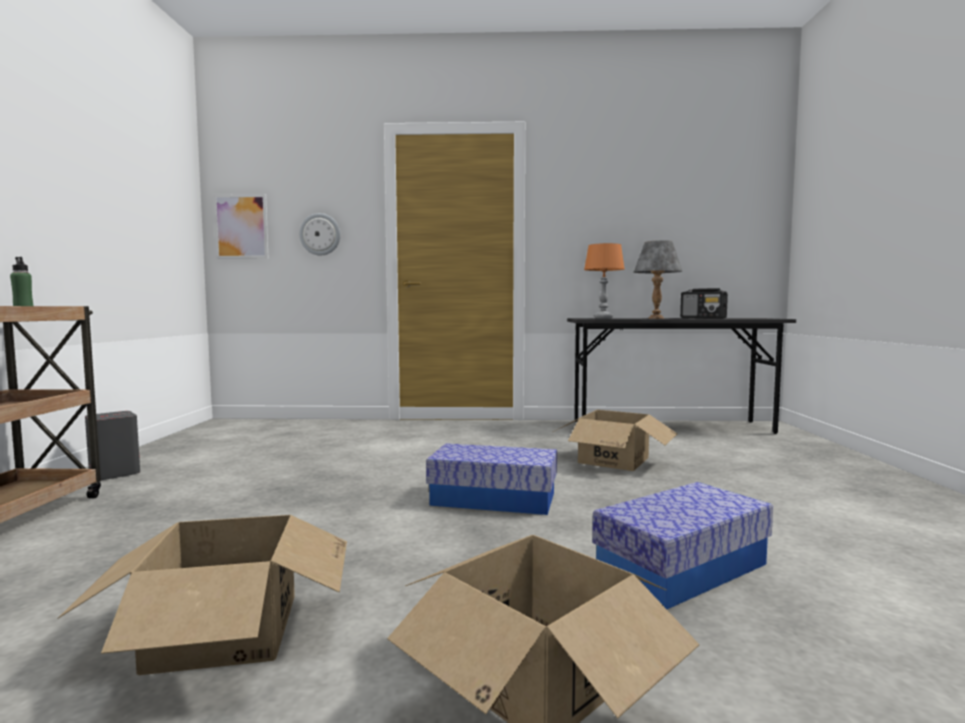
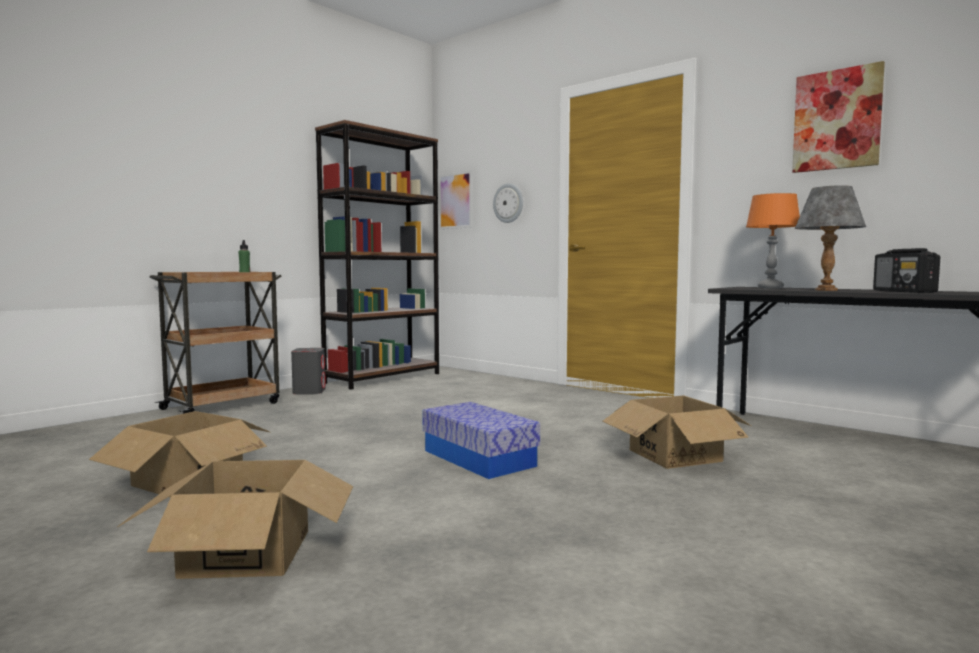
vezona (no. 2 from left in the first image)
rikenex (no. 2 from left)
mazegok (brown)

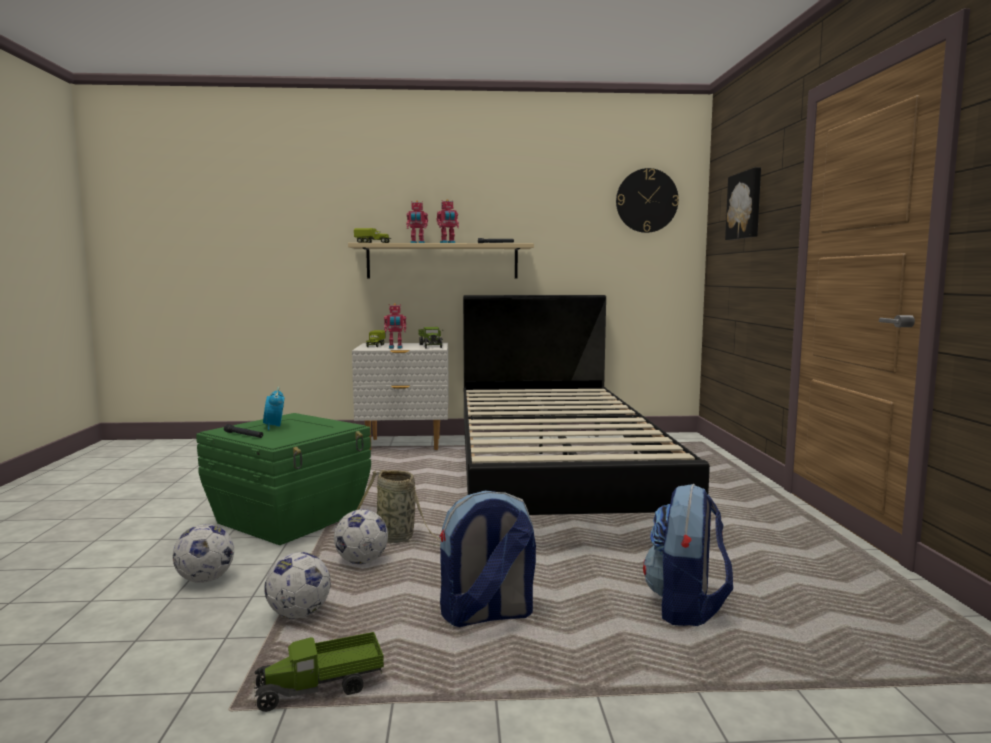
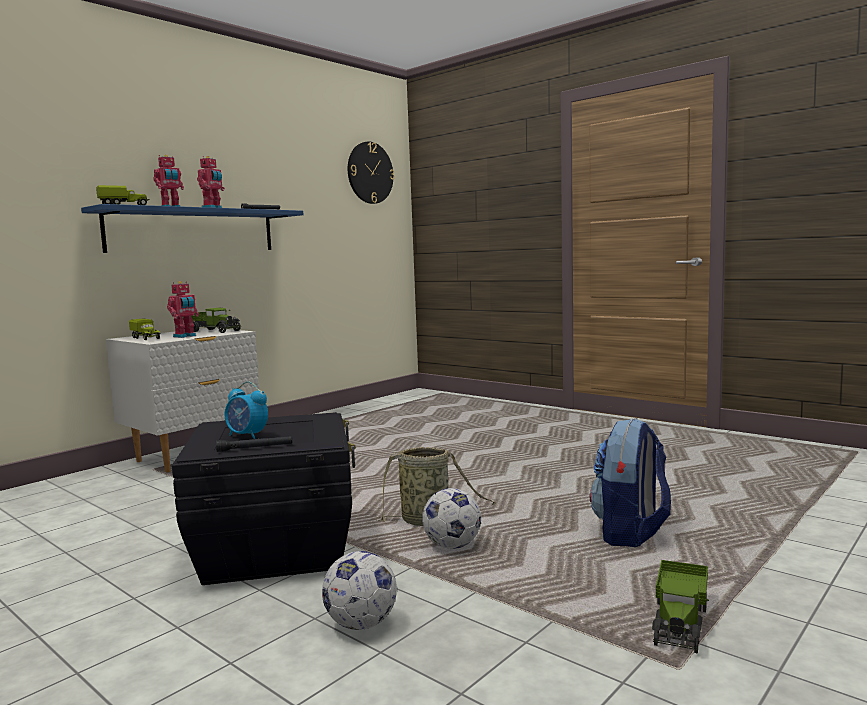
rikenex
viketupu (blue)
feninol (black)
vezona (black)
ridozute (no. 2 from left in the first image)
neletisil (no. 2 from left in the first image)

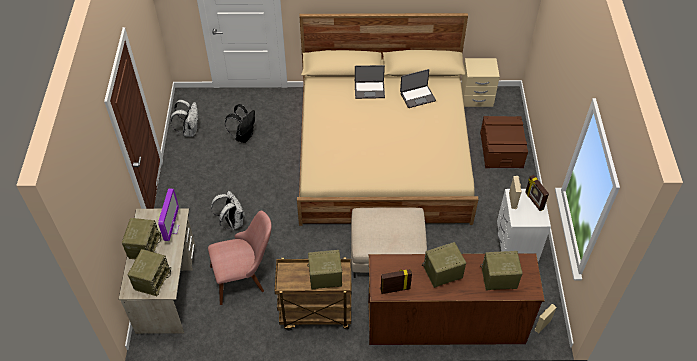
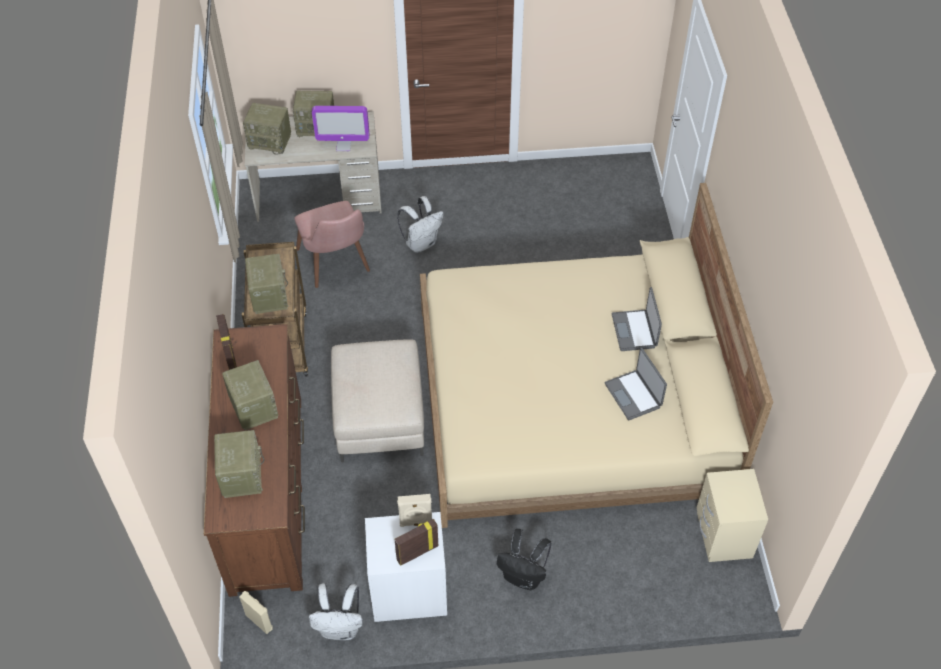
ridozute (white) (no. 1 from left)
ridozute (black)
vezona (brown)

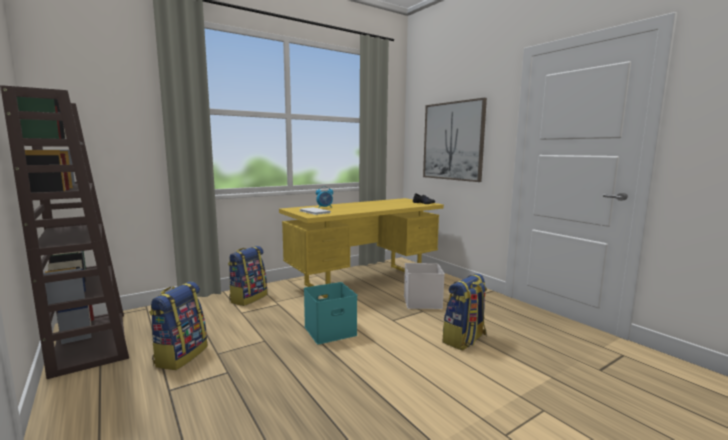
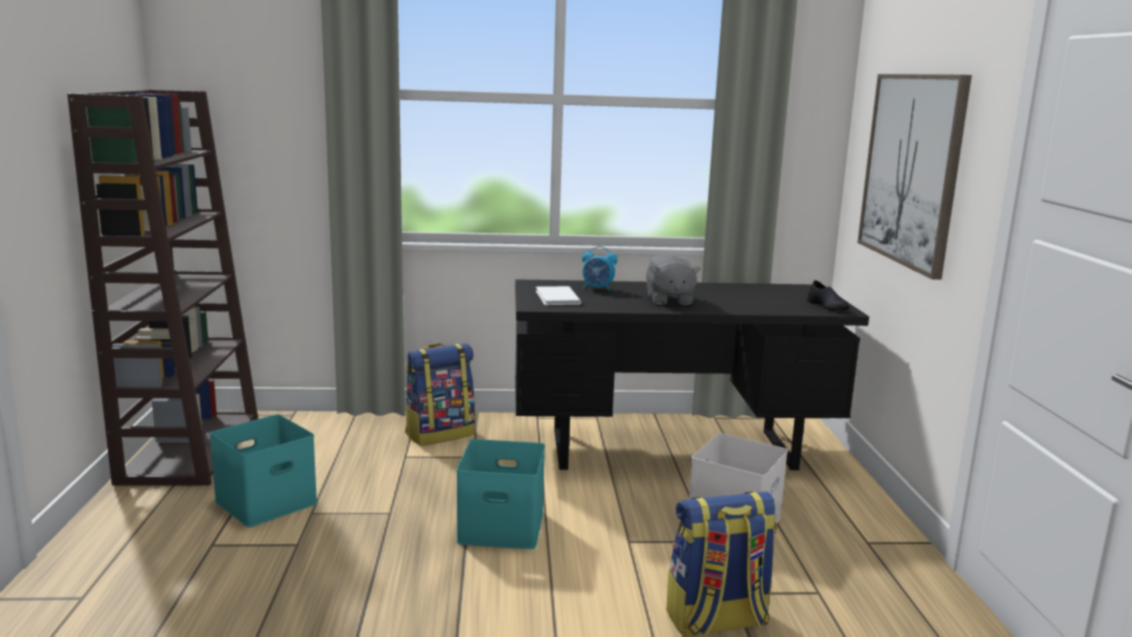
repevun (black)
vezona (turquoise) (no. 1 from left)
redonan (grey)

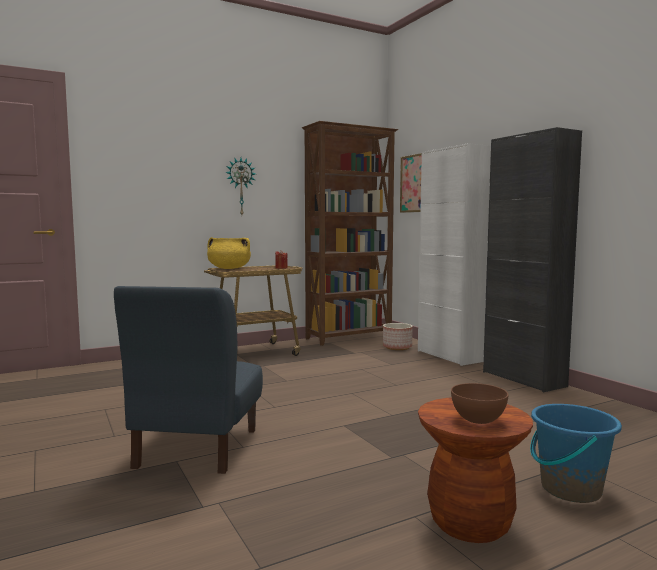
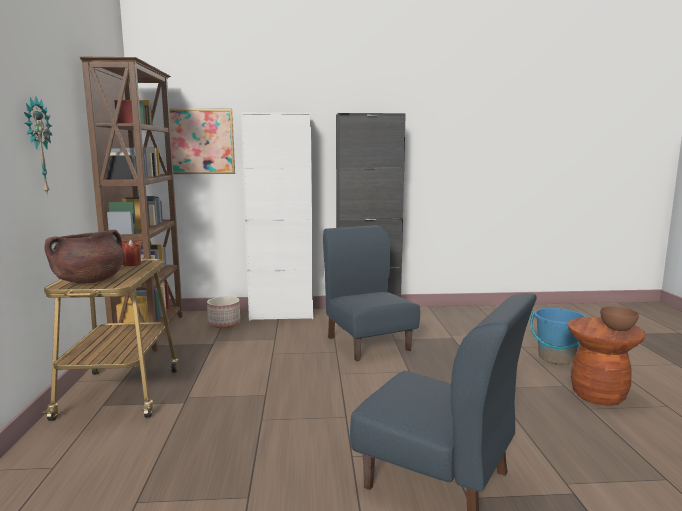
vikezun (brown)
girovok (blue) (no. 1 from left)

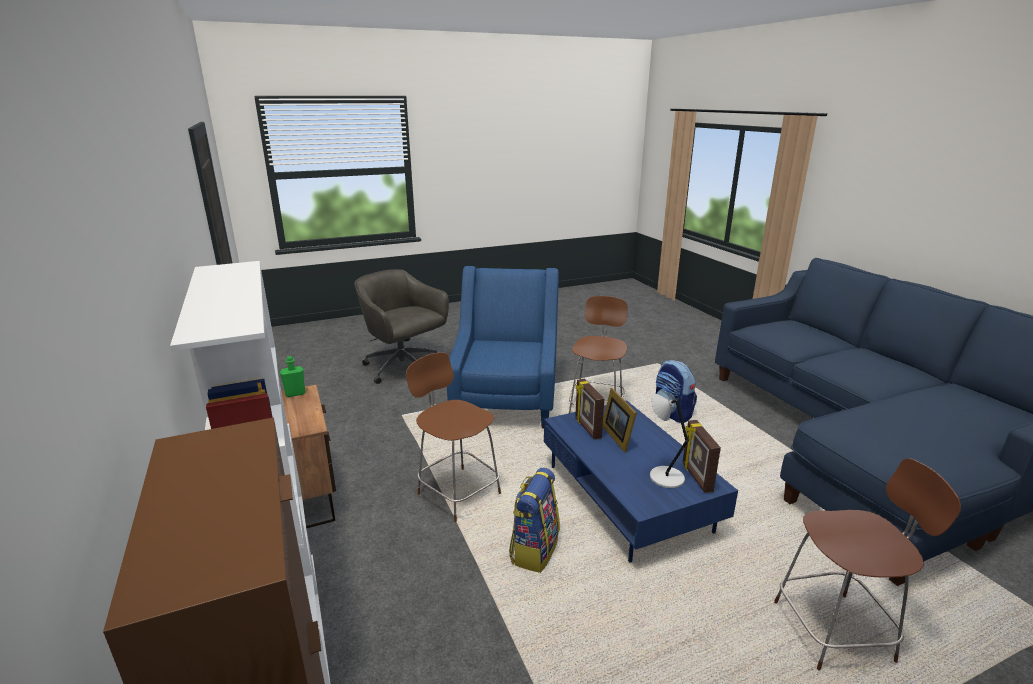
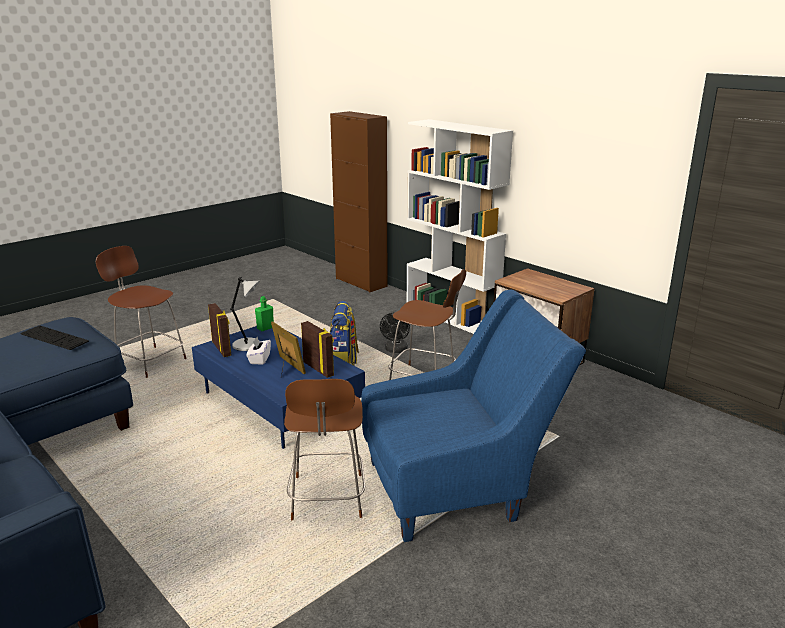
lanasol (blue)
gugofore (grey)
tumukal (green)
ridozute (no. 2 from left in the first image)
girovok (brown) (no. 1 from left)
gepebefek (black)
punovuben
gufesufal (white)

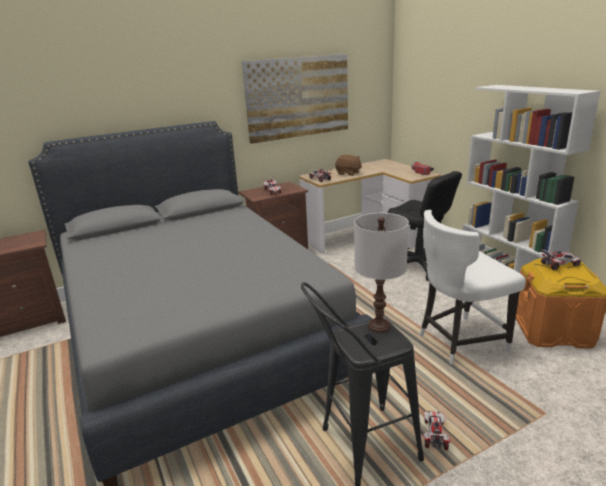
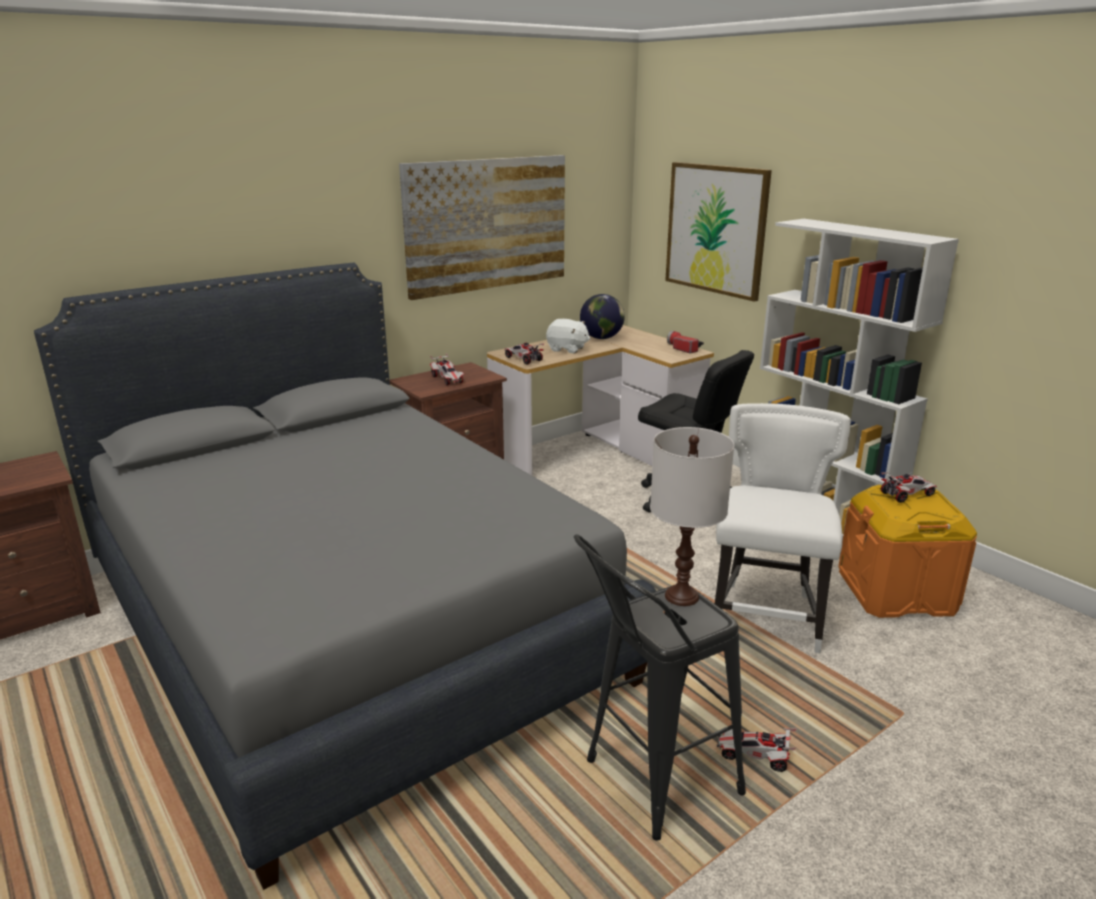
redonan (white)
girovok (white)
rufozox (no. 3 from left)
rikenex (no. 2 from left)
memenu

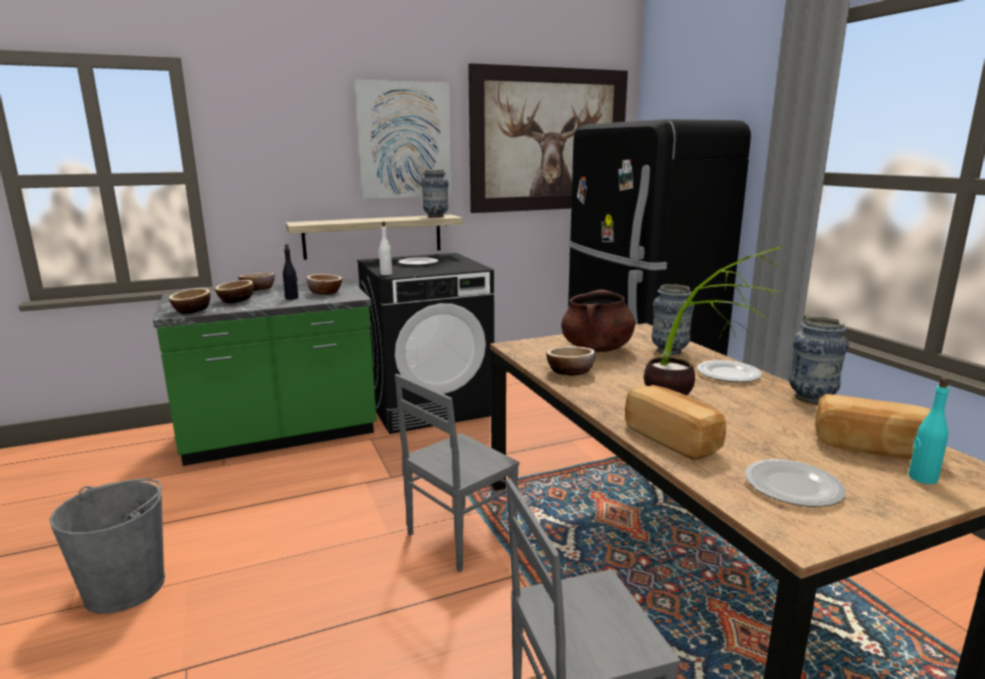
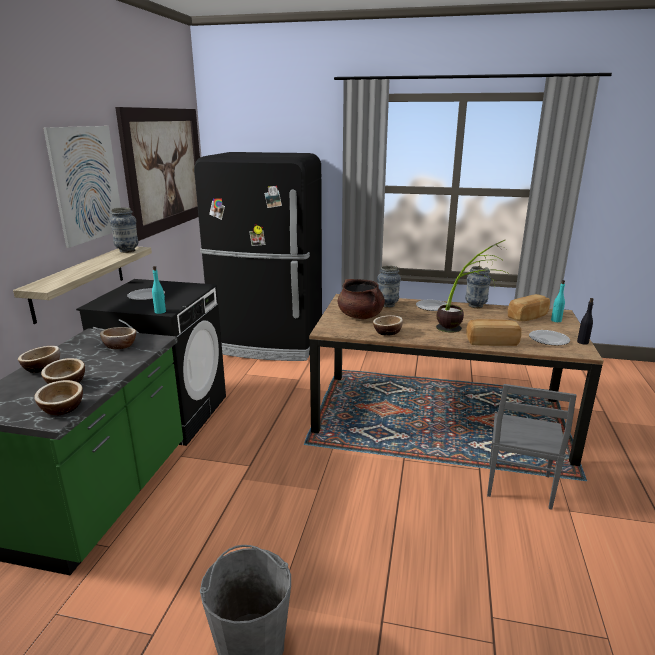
tumukal (turquoise) (no. 1 from left)
tumukal (black)
girovok (grey) (no. 1 from left in the first image)

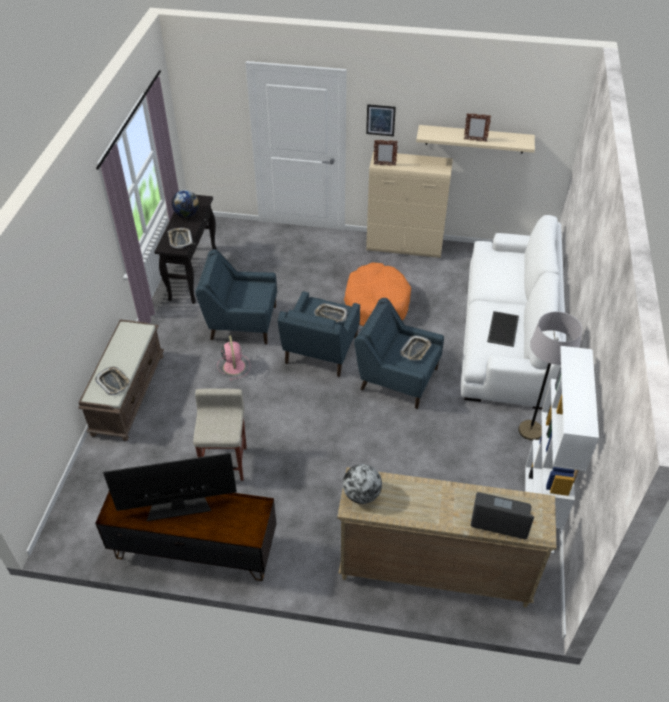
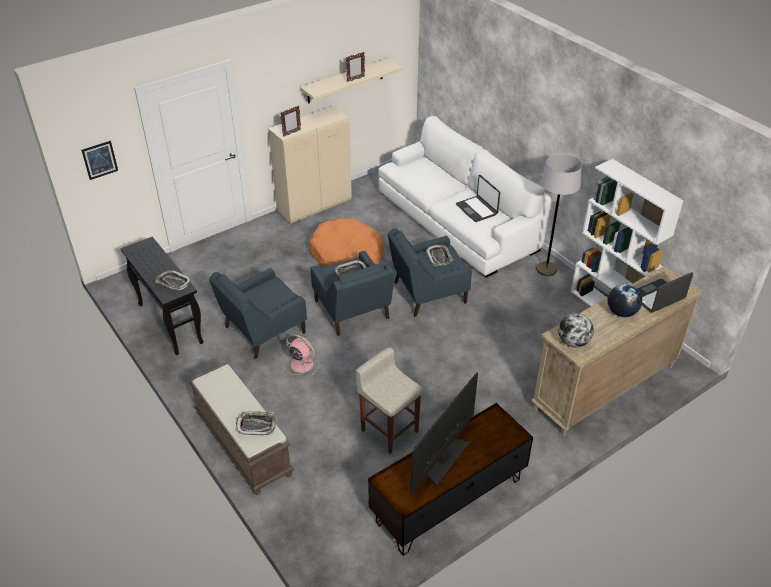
rikenex
memenu (no. 2 from left)
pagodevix (no. 1 from left)

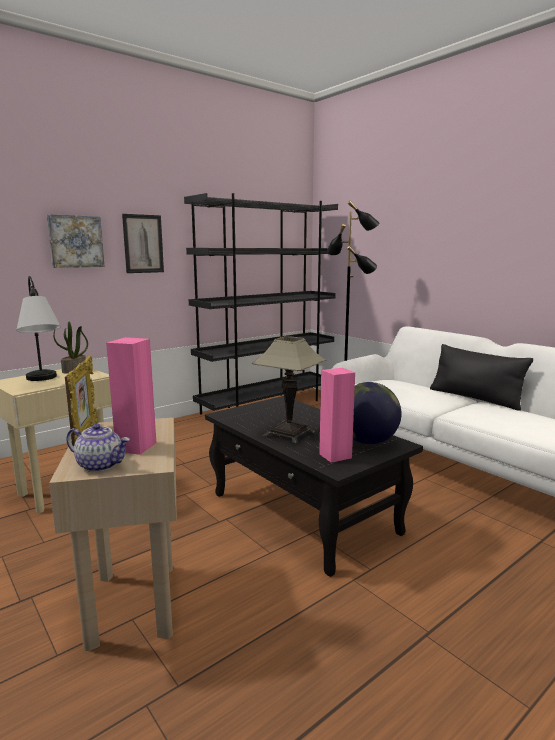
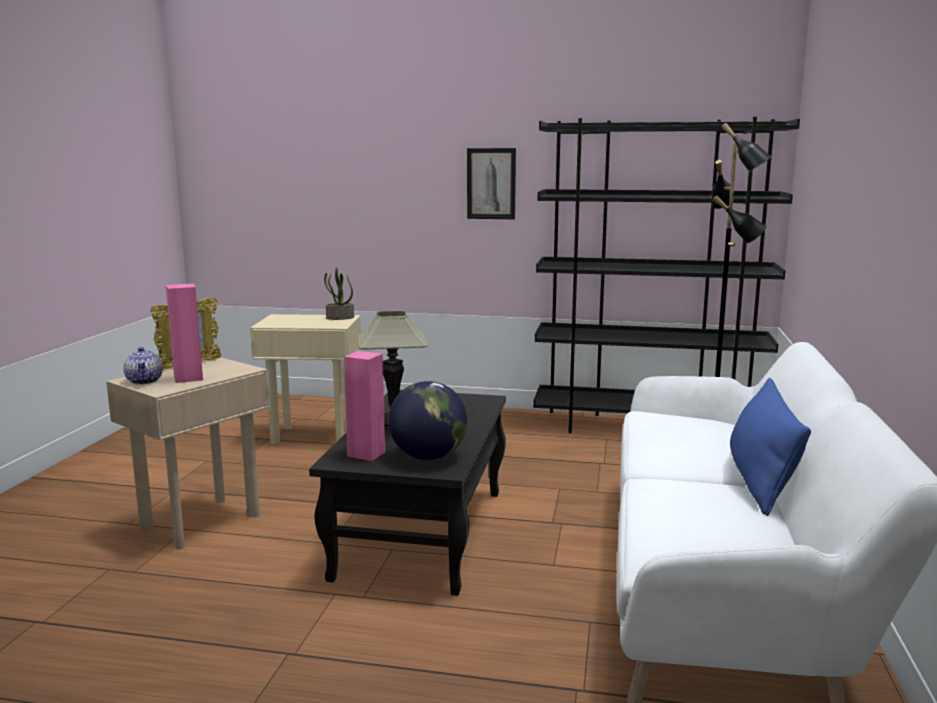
rikenex (no. 1 from left in the first image)
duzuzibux (no. 1 from left in the first image)
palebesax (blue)

